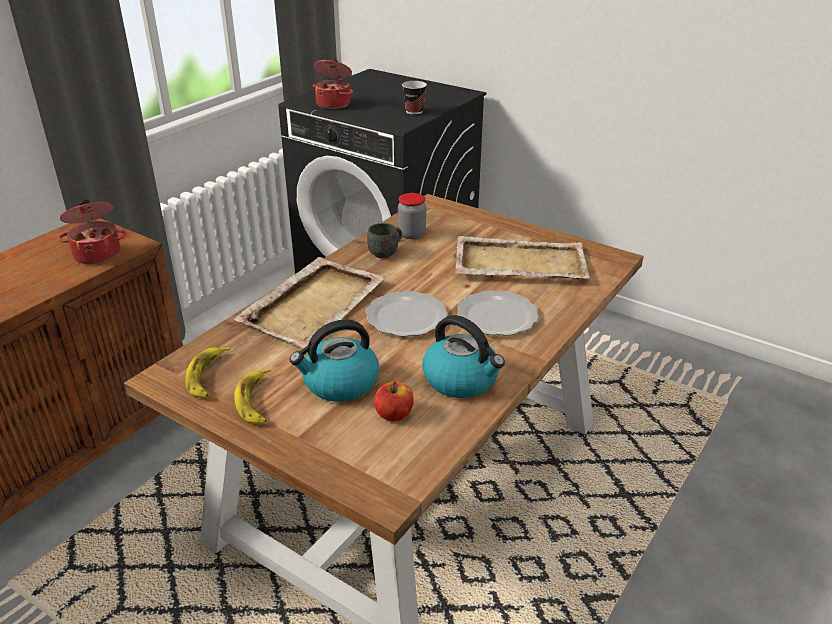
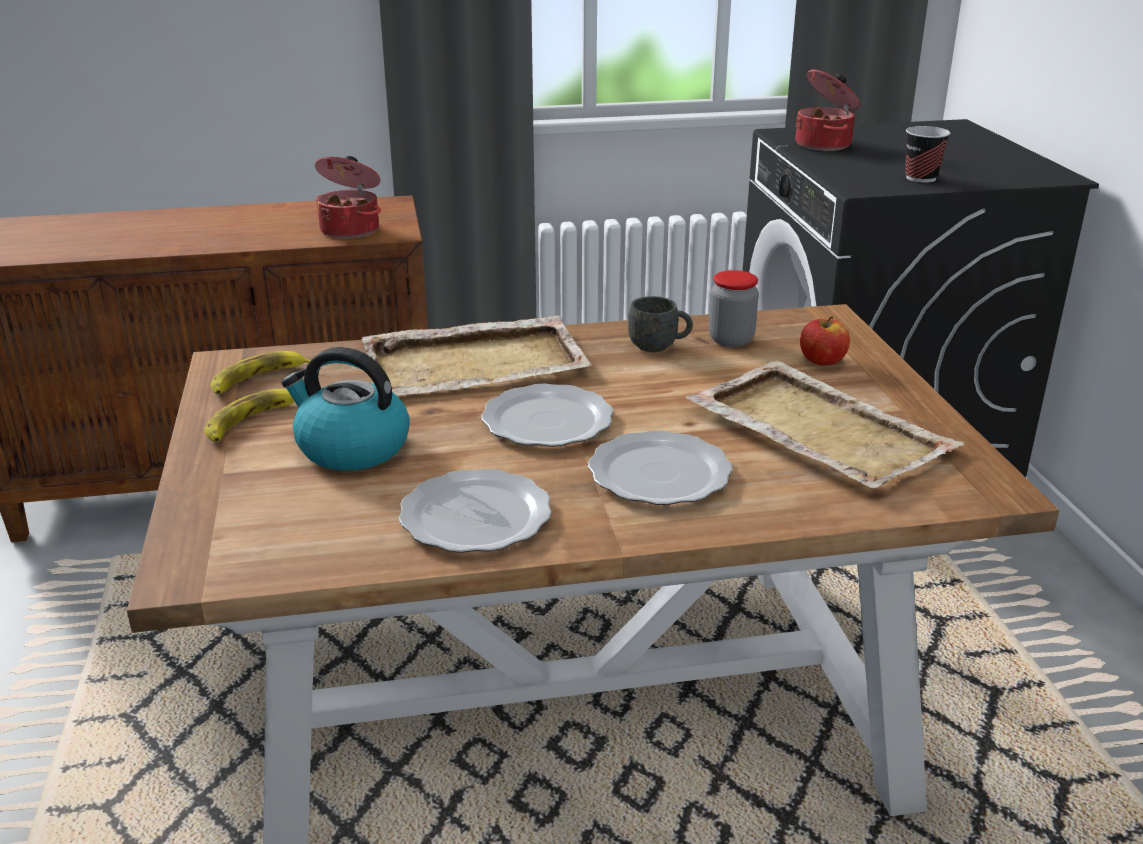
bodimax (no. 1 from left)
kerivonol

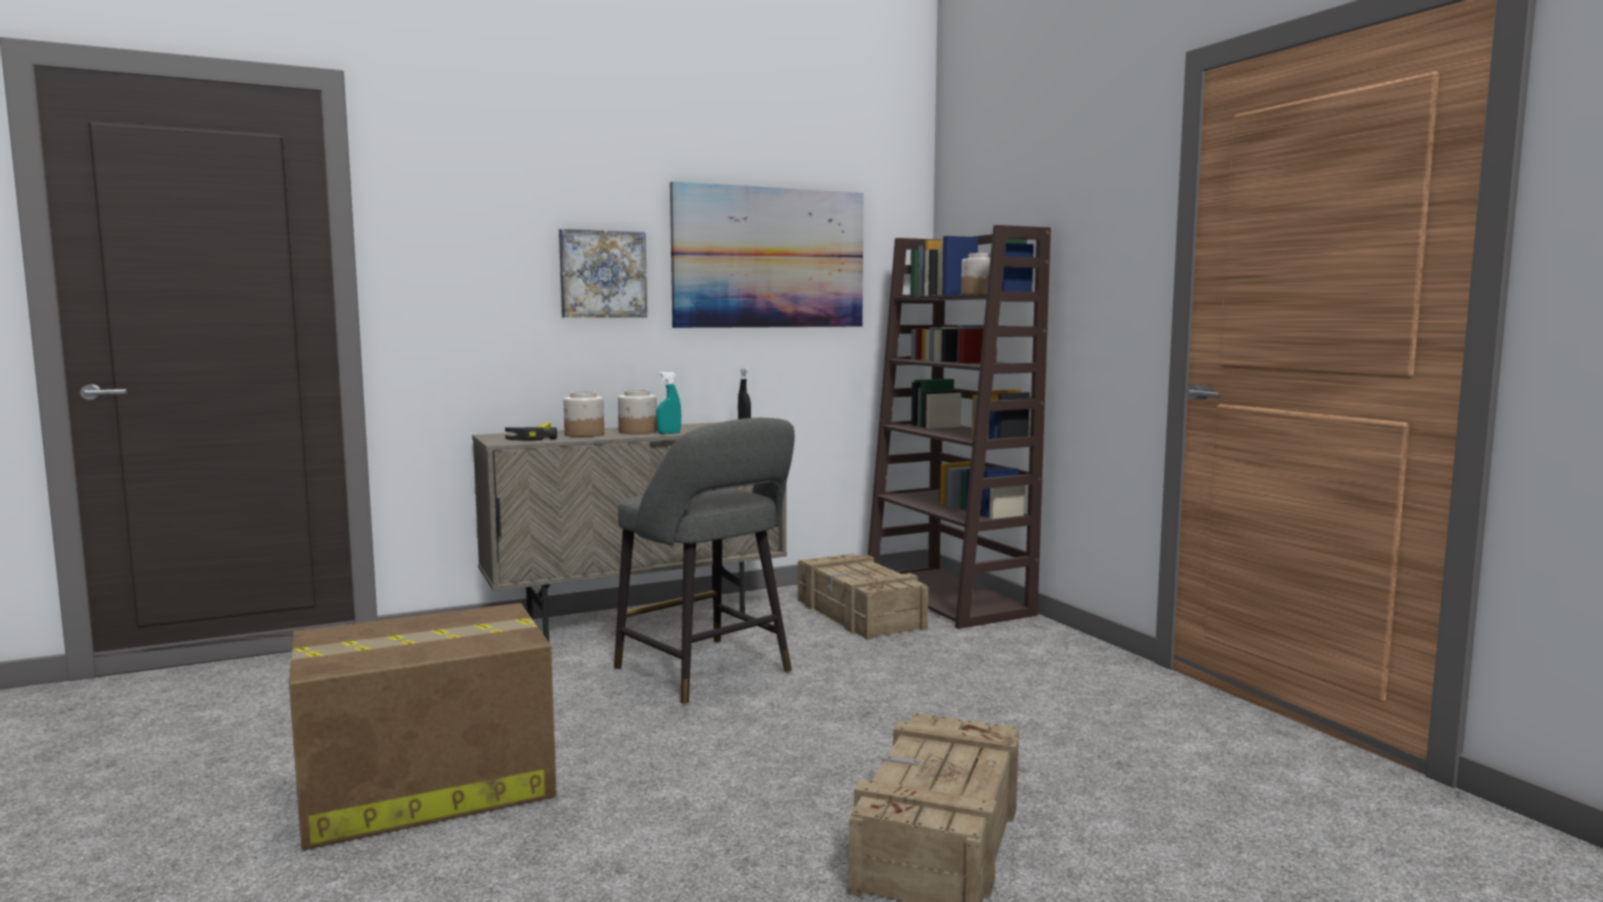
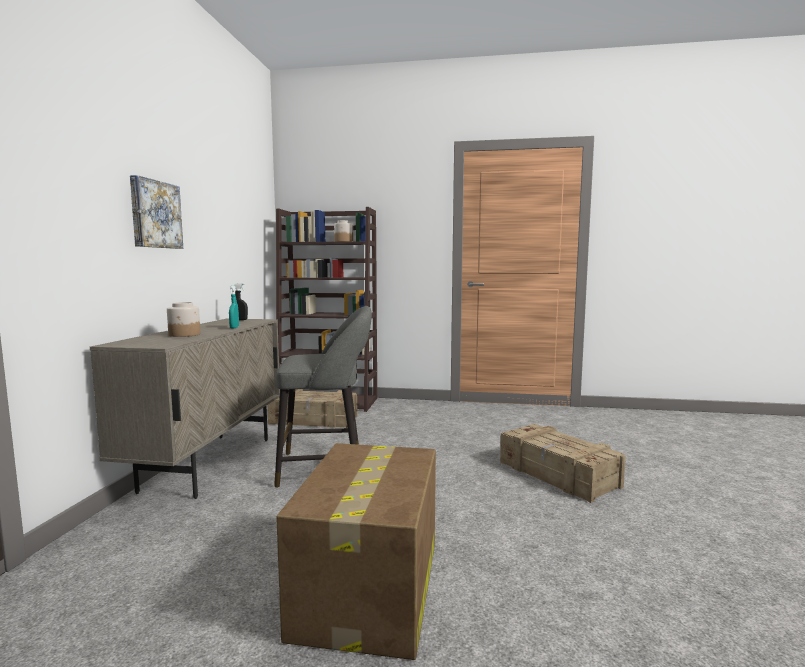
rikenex (no. 2 from left in the first image)
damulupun (no. 2 from left in the first image)
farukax

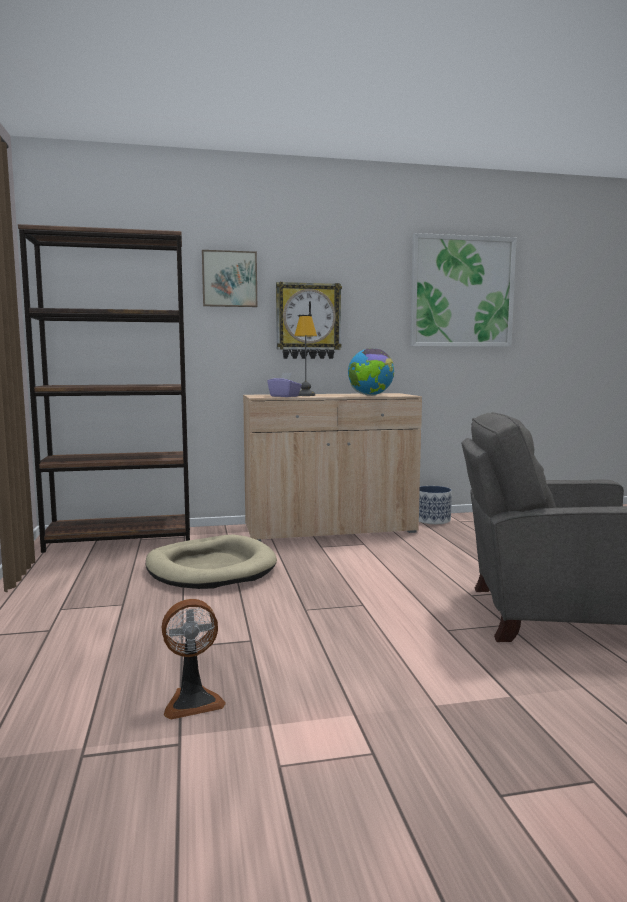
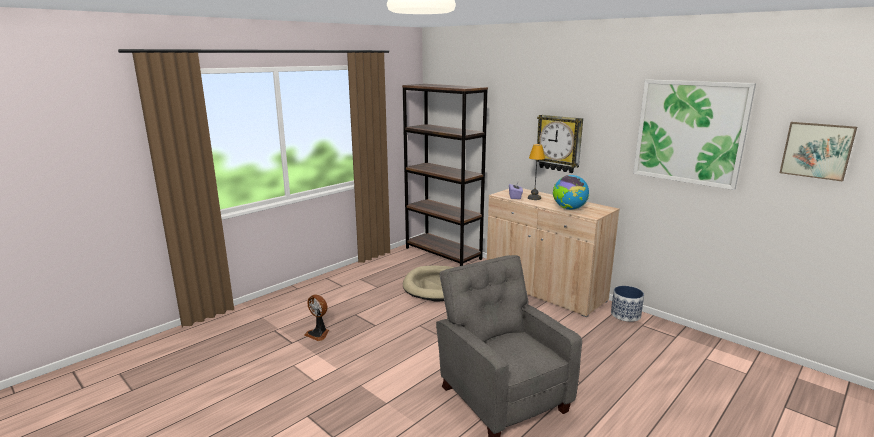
rikenex (no. 2 from left)

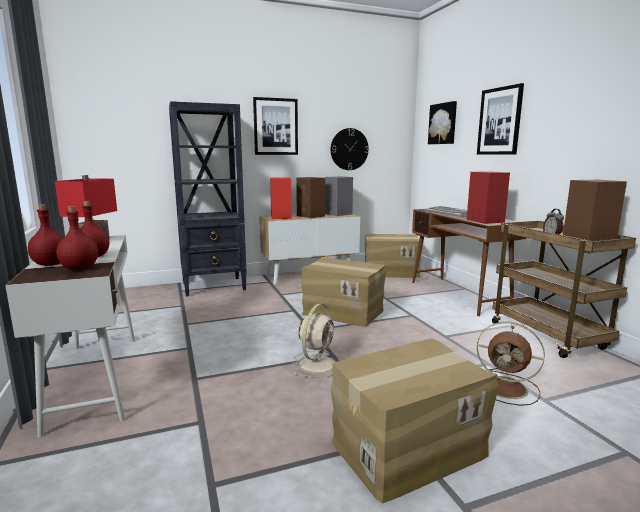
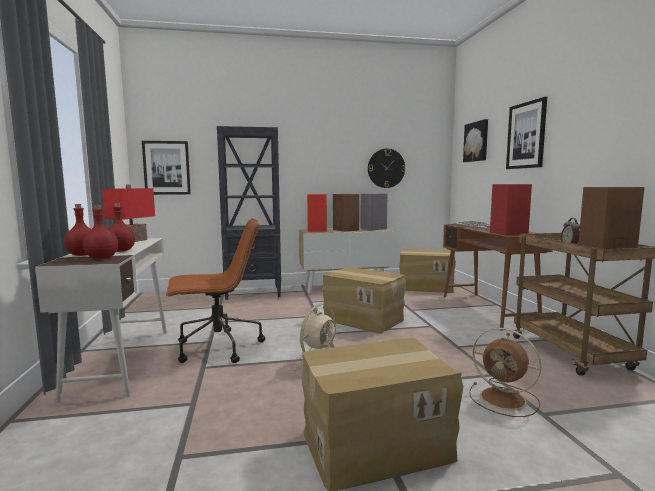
rikenex (no. 1 from left)
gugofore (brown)

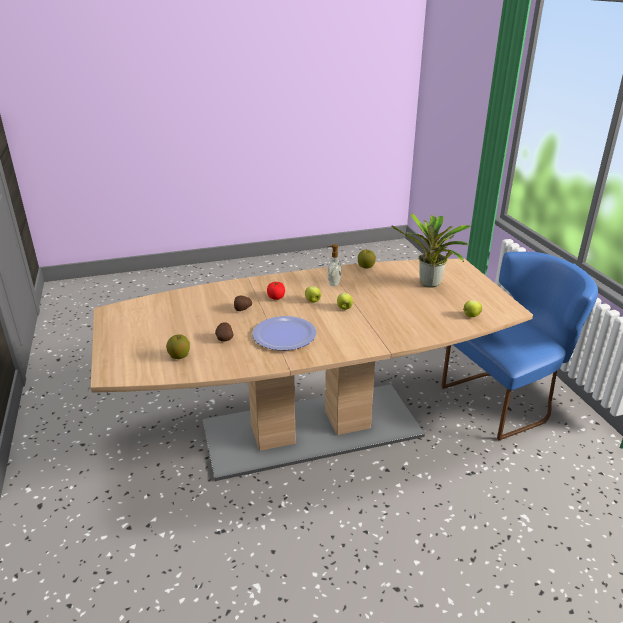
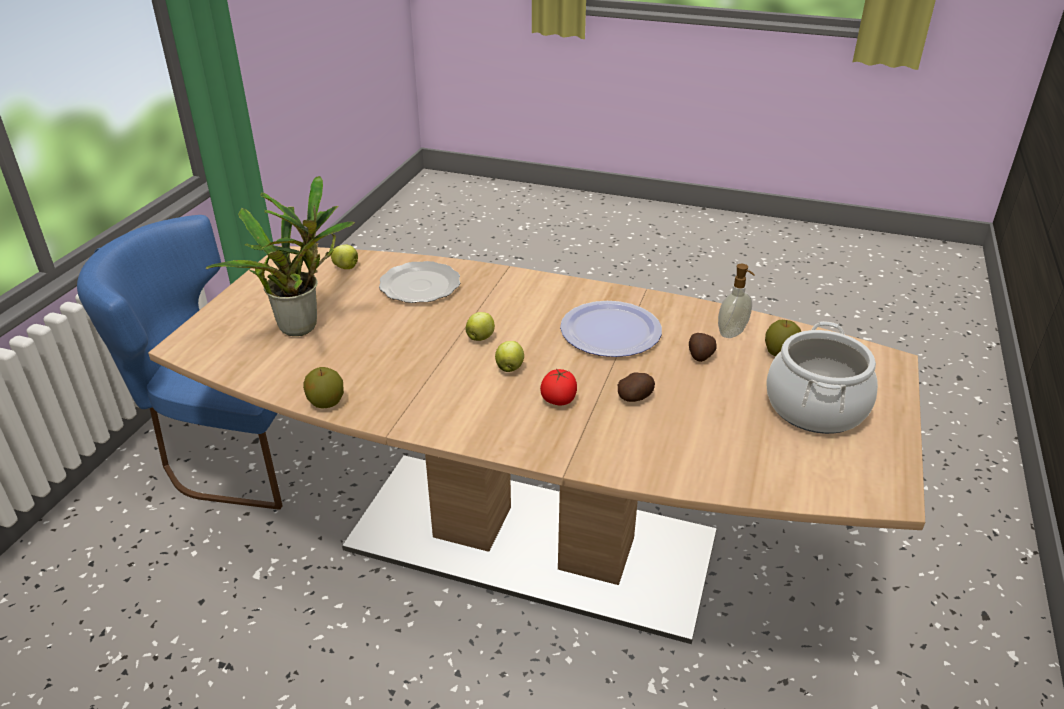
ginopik
bodimax (no. 1 from left)
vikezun

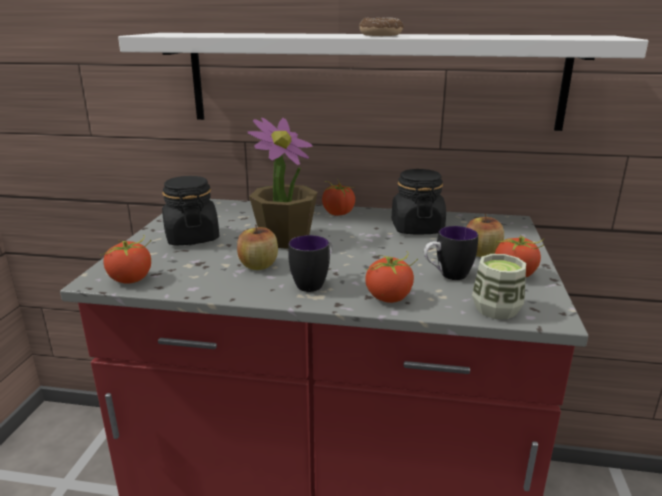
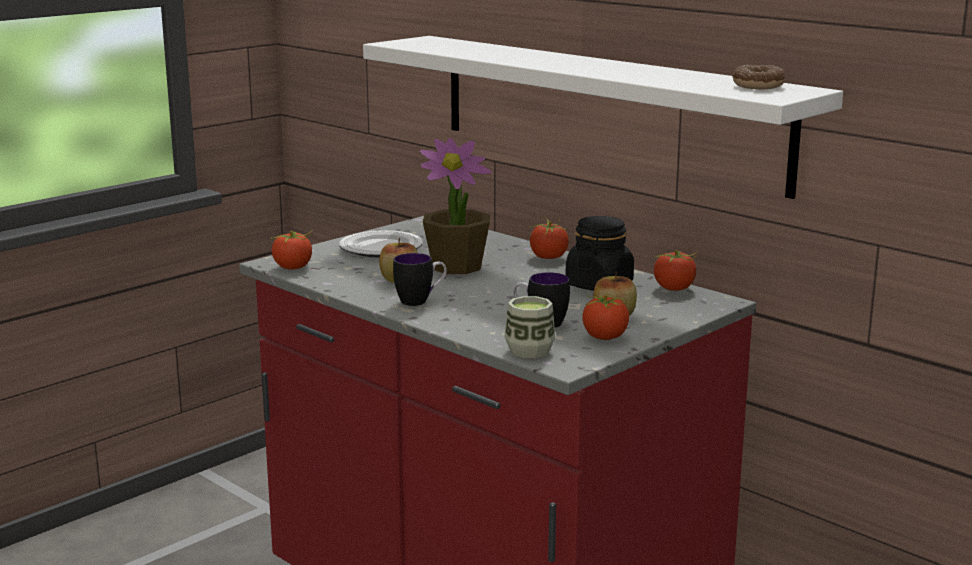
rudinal
bodimax
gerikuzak (no. 4 from left)

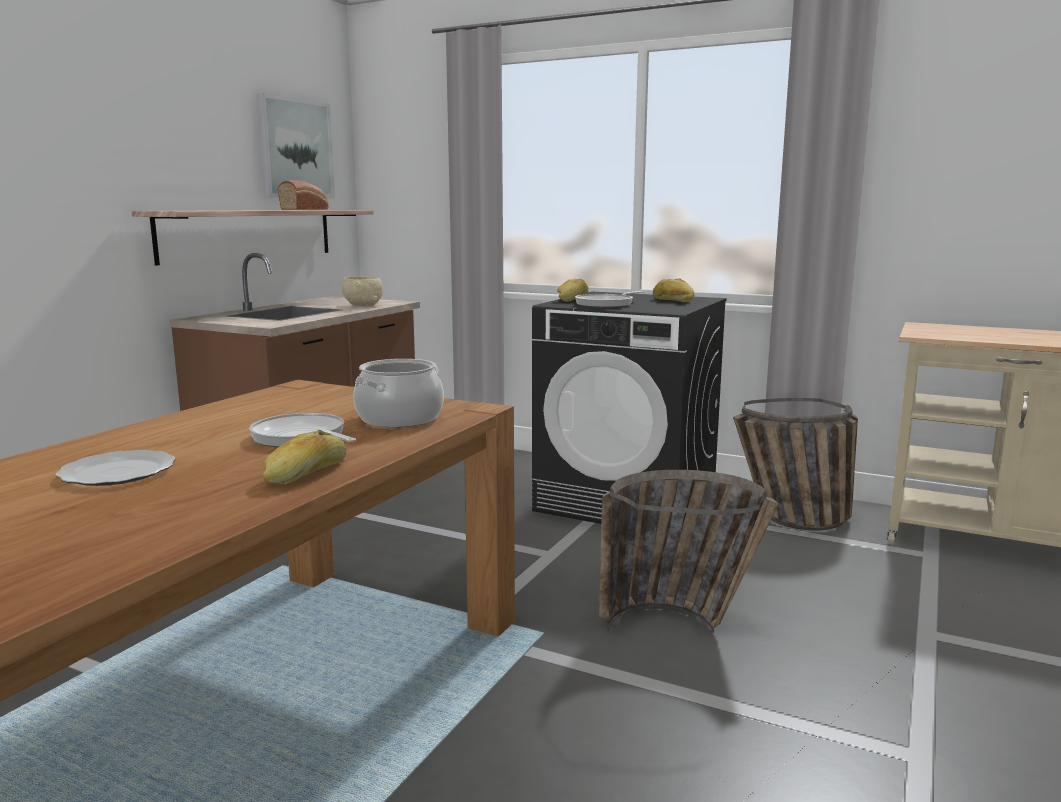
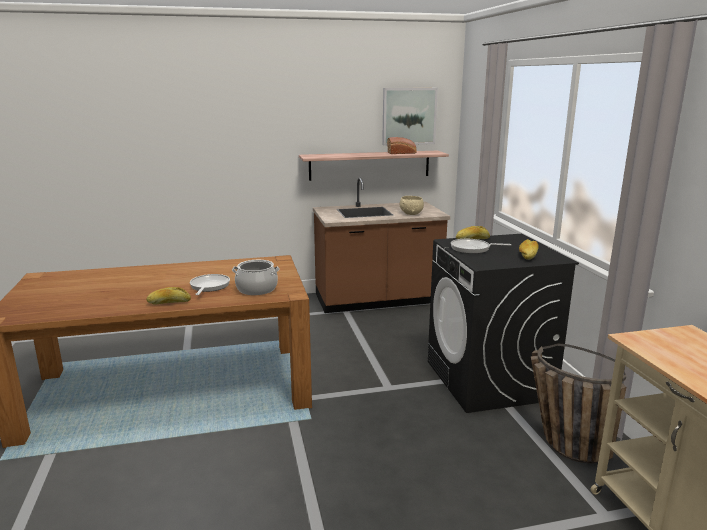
bodimax
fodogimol (no. 1 from left in the first image)

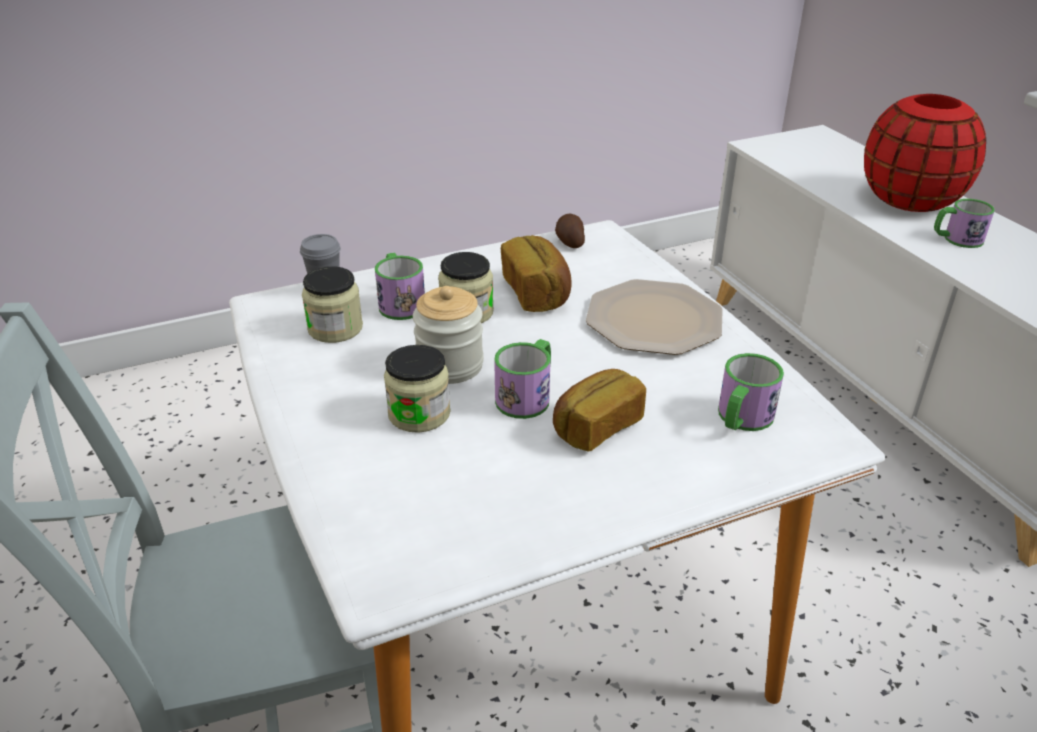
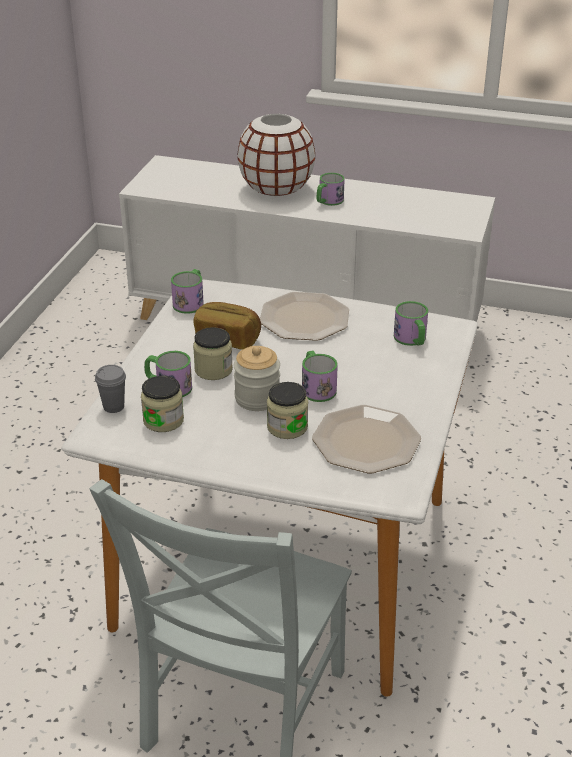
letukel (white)
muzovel (no. 2 from left)
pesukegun (no. 2 from left in the first image)
bodimax (no. 2 from left)

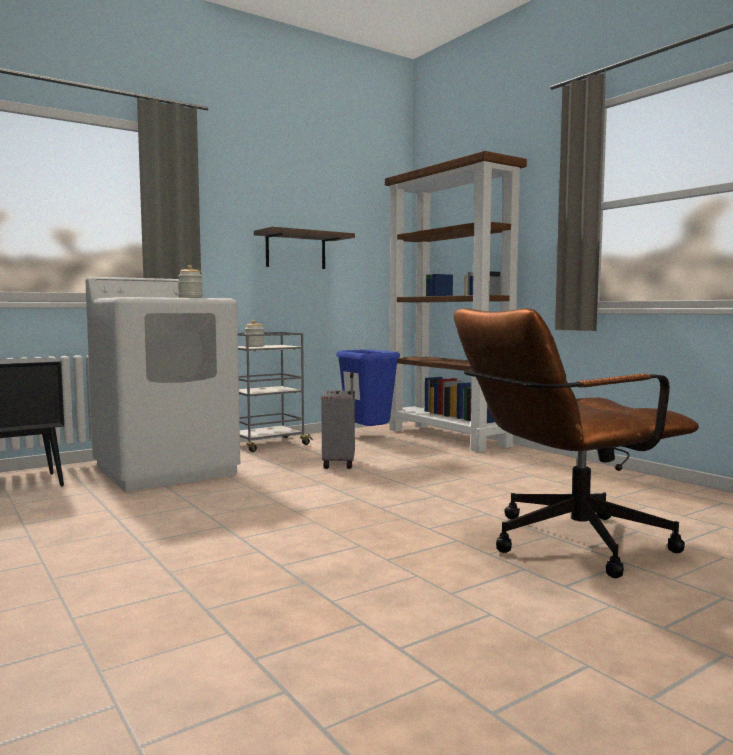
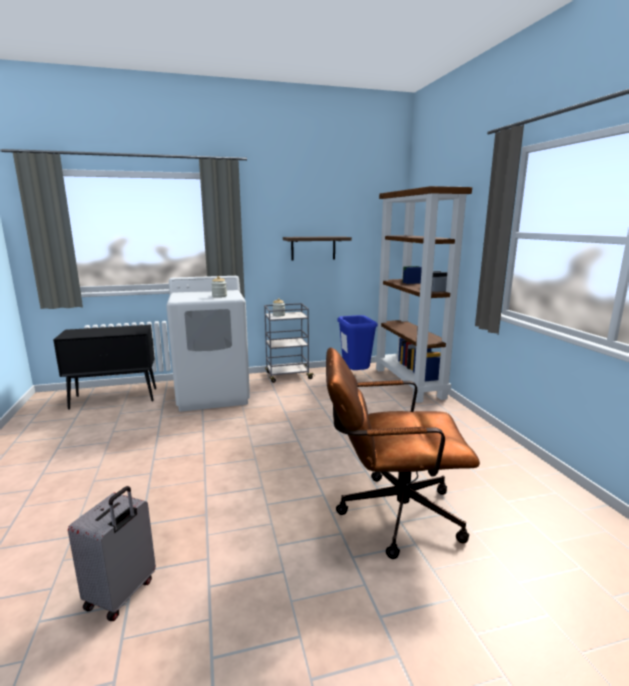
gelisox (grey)

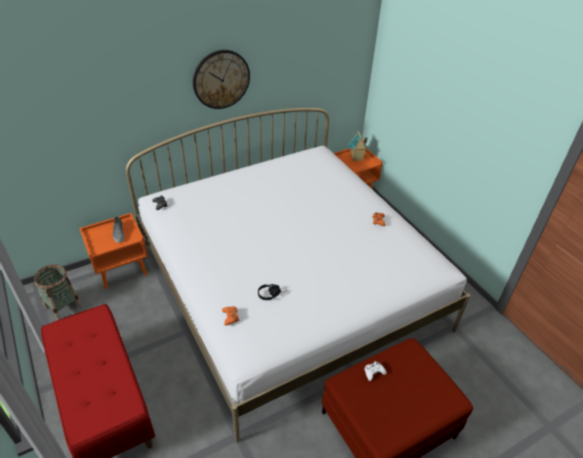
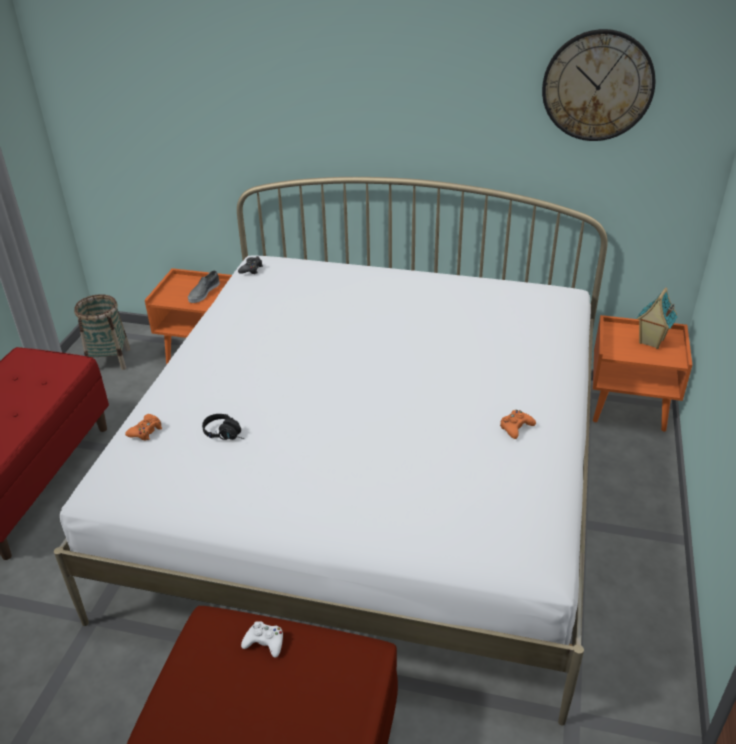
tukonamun

